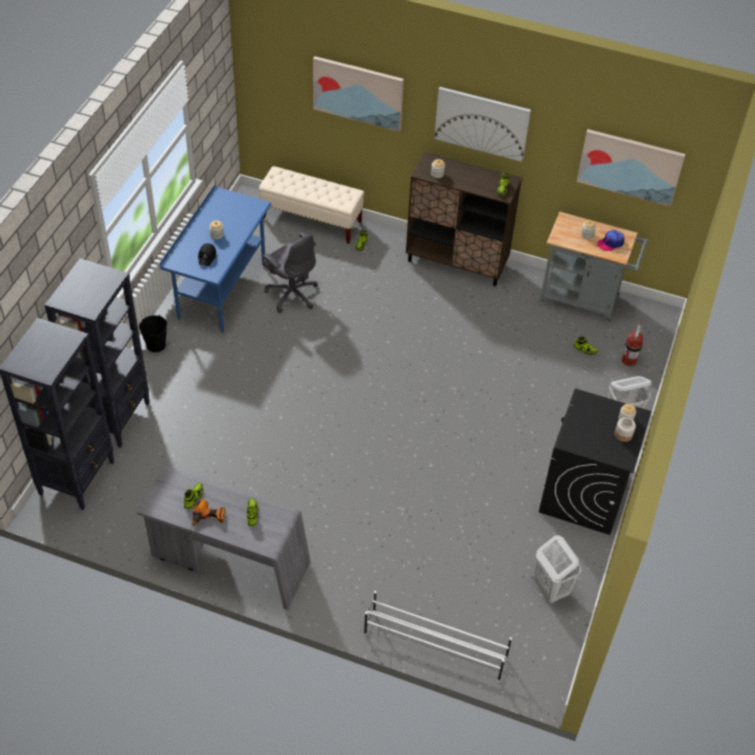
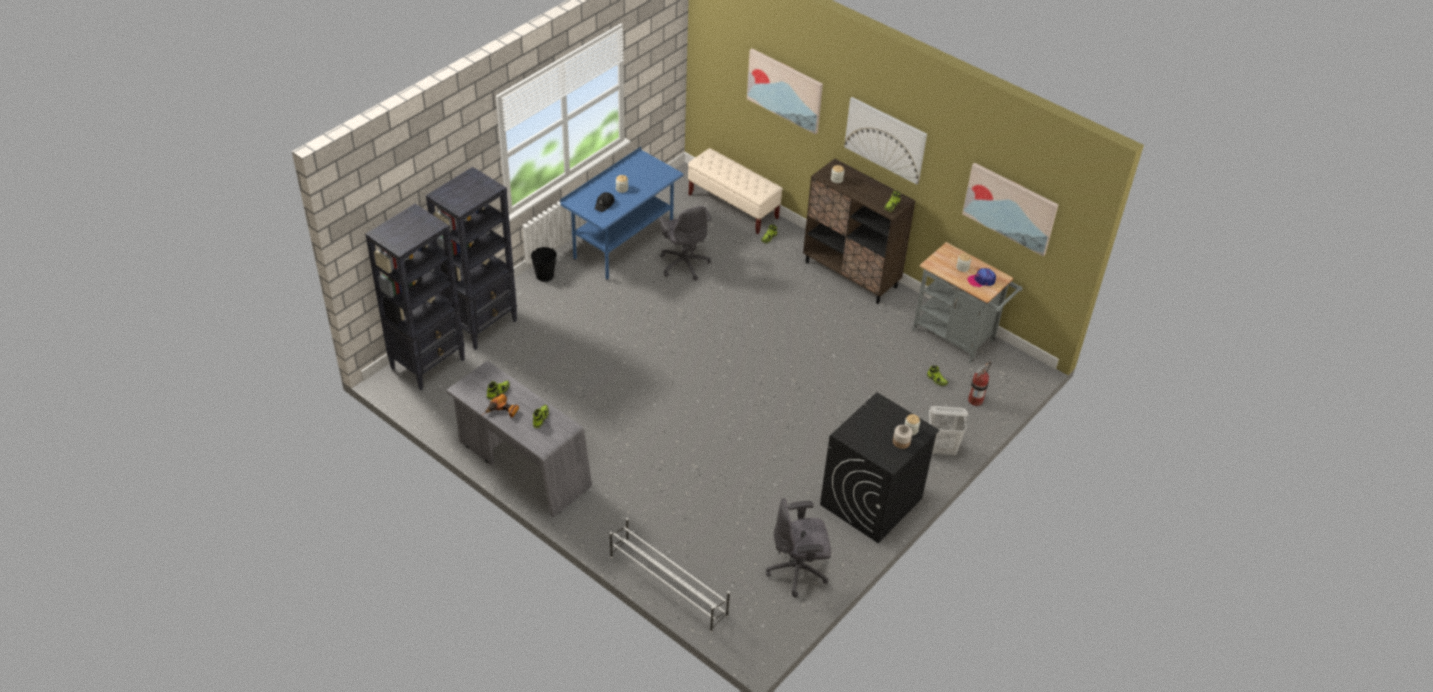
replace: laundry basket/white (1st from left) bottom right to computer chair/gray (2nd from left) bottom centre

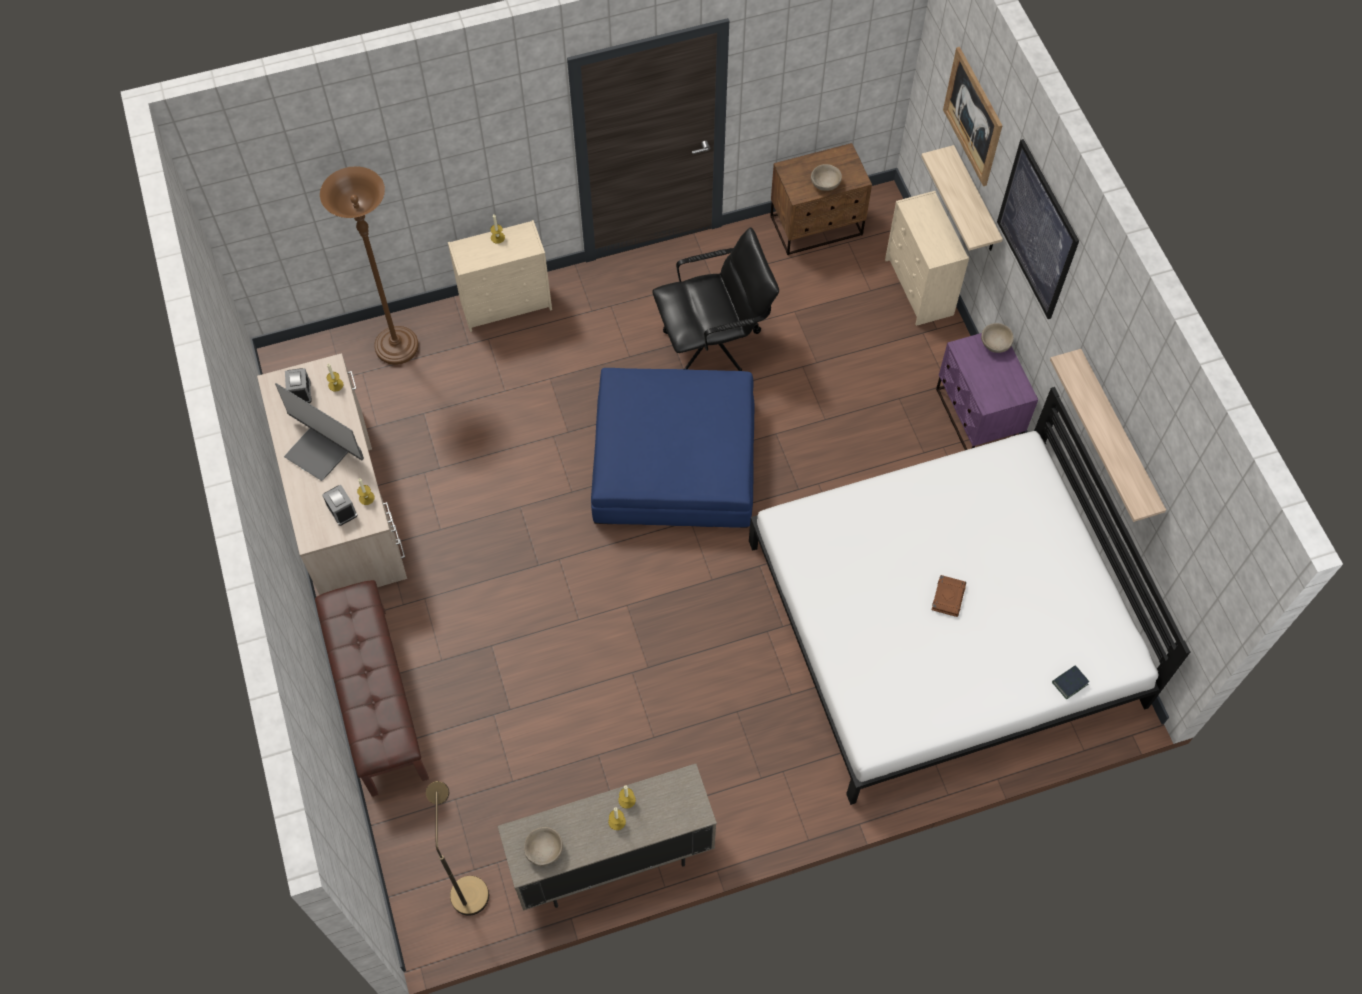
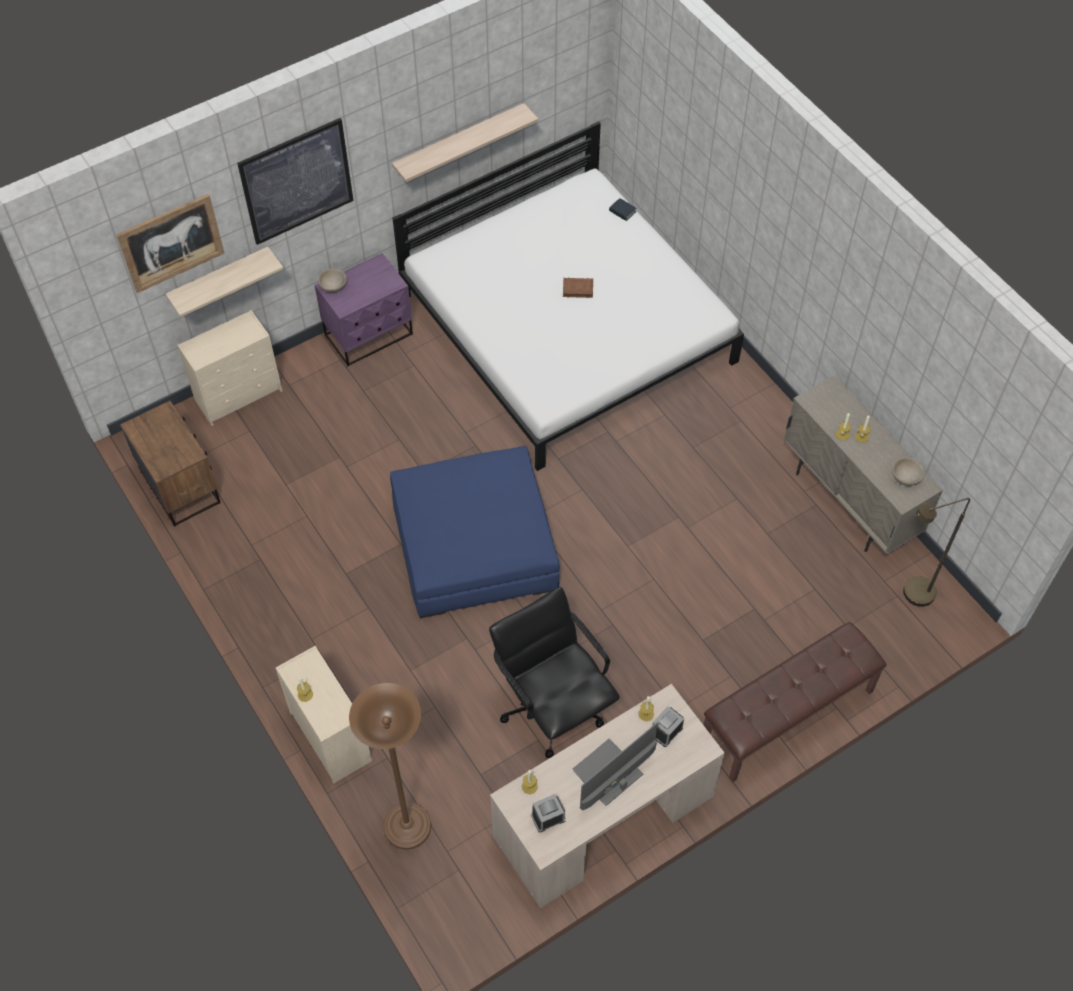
delete: serving bowl/beige-coloured (2nd from left) top centre
move: computer chair/black top centre to bottom centre
rotate: computer screen middle left = bottom centre 150 degrees counterclockwise

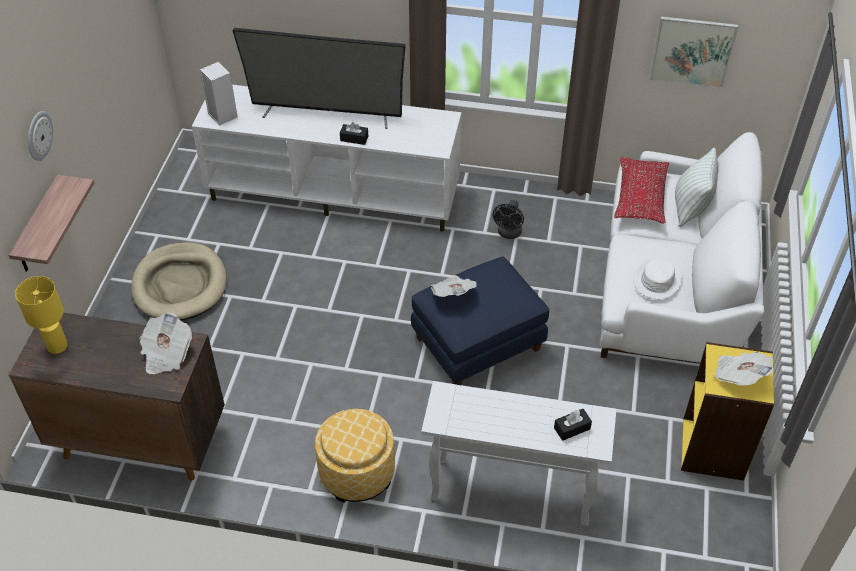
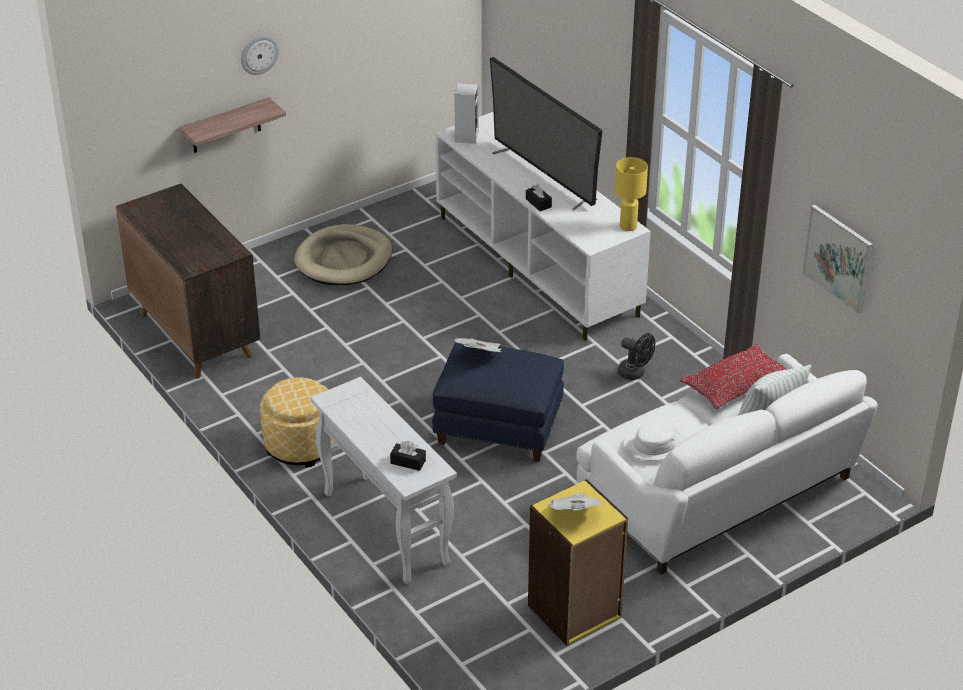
delete: daily paper (1st from left) middle left
move: table lamp/yellowish middle left to top centre
rotate: electric fan/black centre = centre 120 degrees counterclockwise

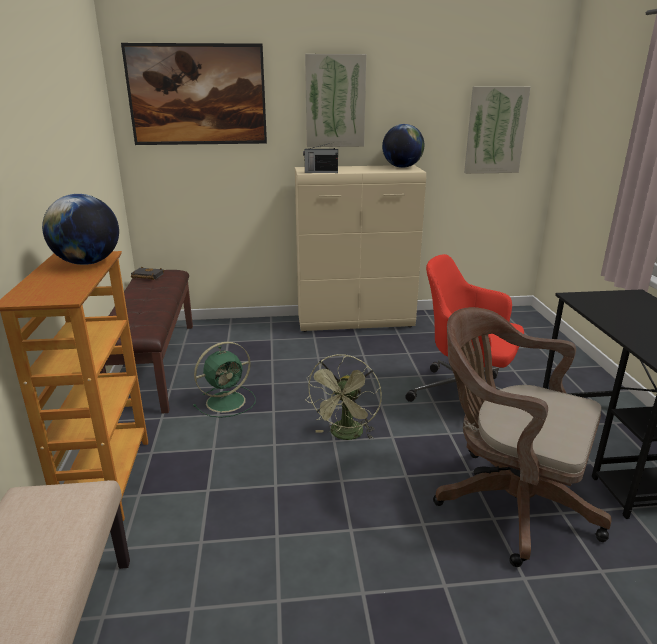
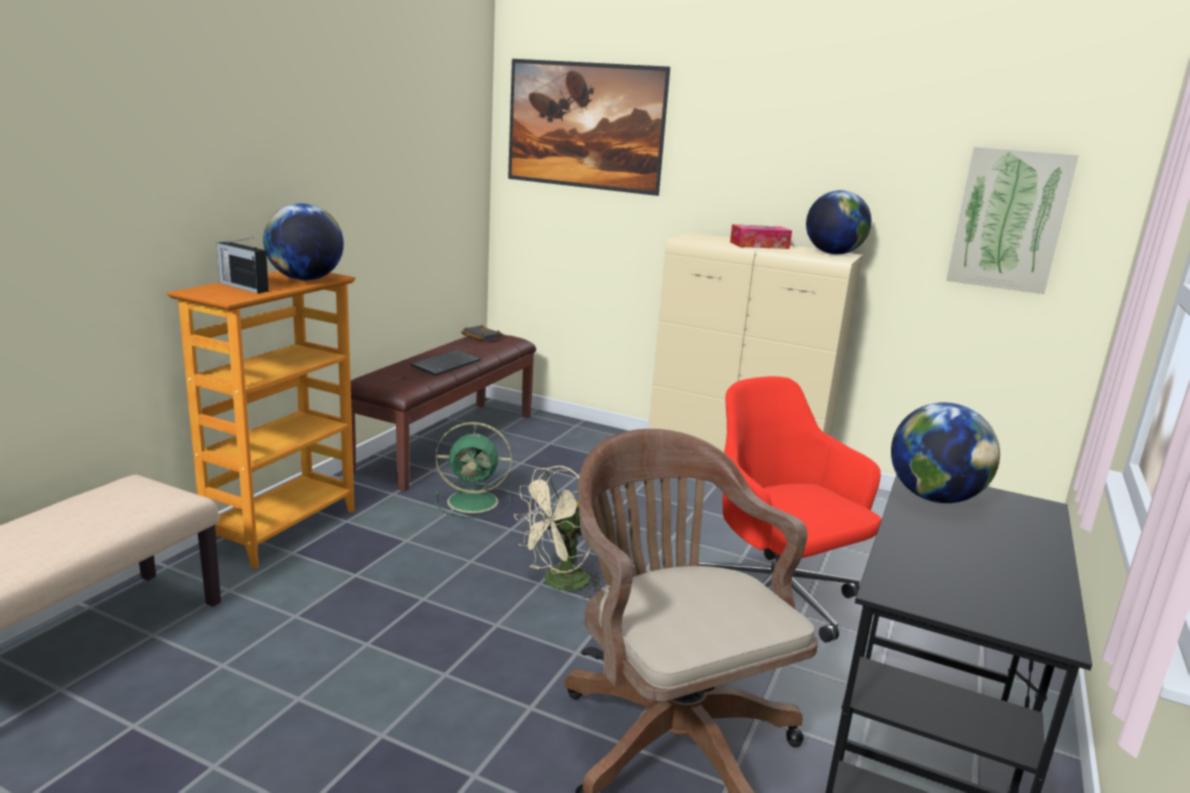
delete: picture (2nd from left) top centre
insert: tissue box top centre; computer keyboard centre; desk globe (3rd from left) middle right
move: radio set top centre to middle left
recolor: electric fan/greenish (2nd from left) centre to electric fan/beige-coloured bottom centre

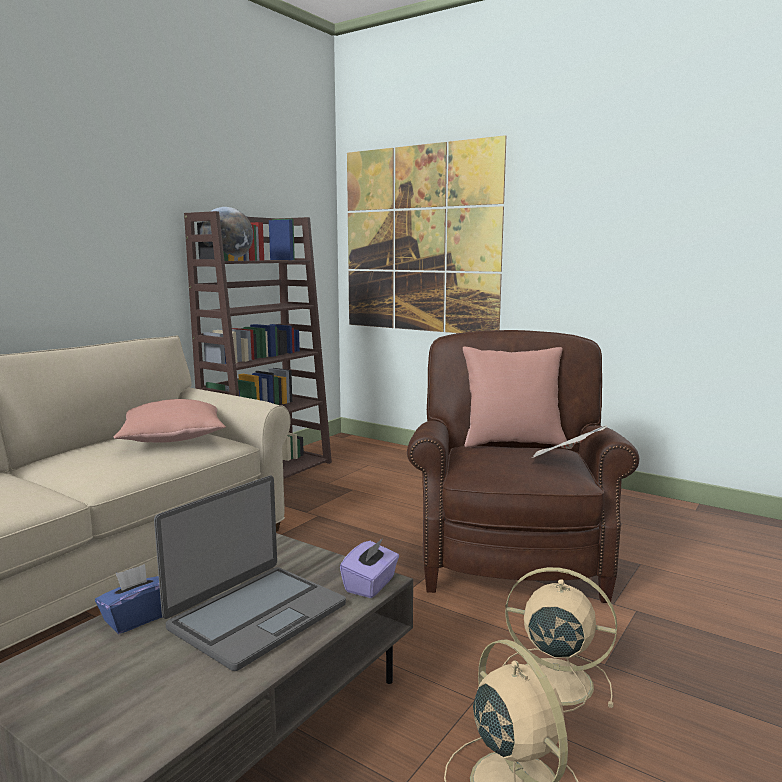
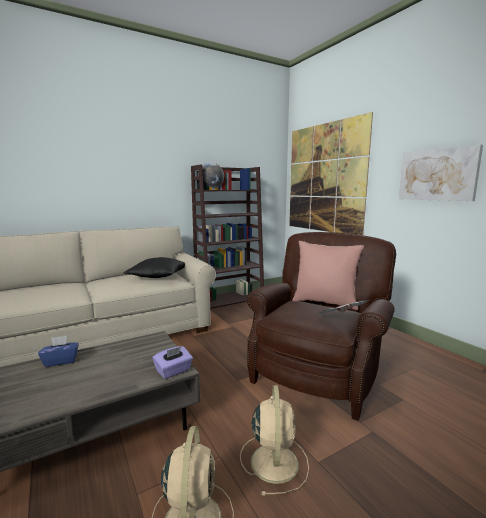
delete: portable computer bottom left
insert: picture (2nd from left) top right
recolor: cushion/pink-coloured (1st from left) middle left to cushion/black middle left
rotate: electric fan/beige-coloured (2nd from left) bottom right = bottom centre 45 degrees clockwise

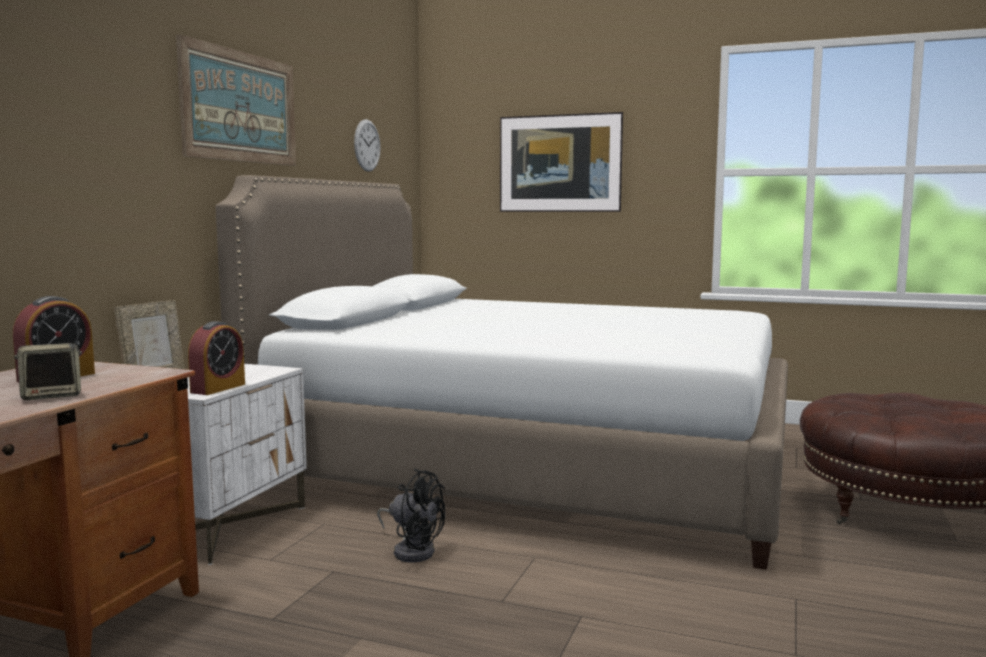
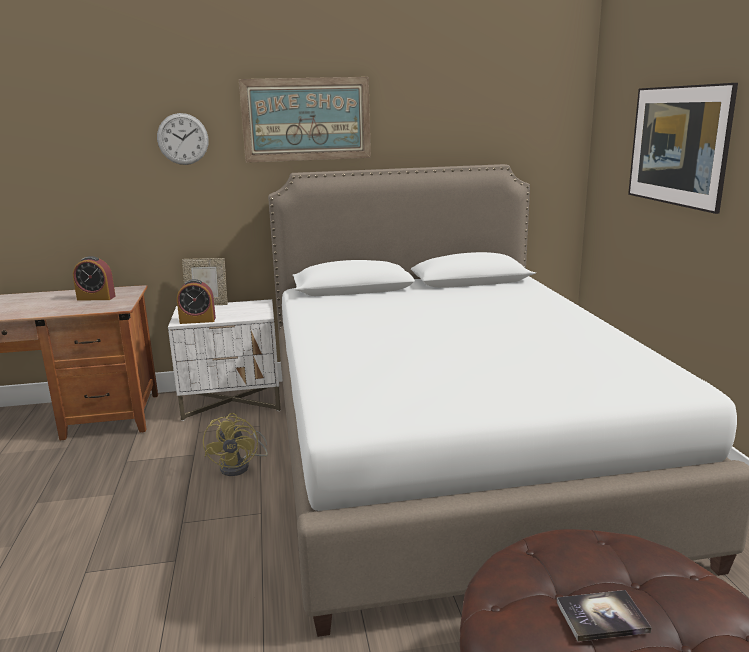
delete: loudspeaker middle left
insert: bound book bottom right
move: wall clock top centre to top left
recolor: electric fan/black bottom centre to electric fan/yellowish bottom left

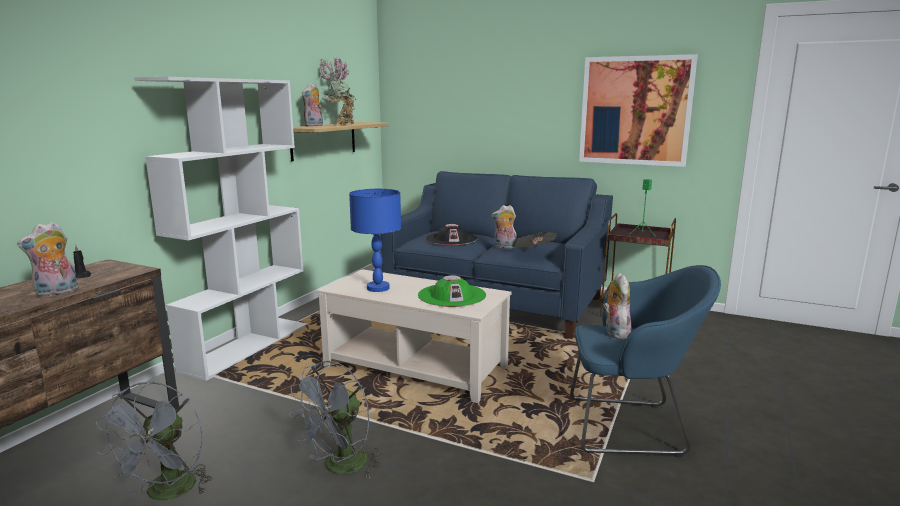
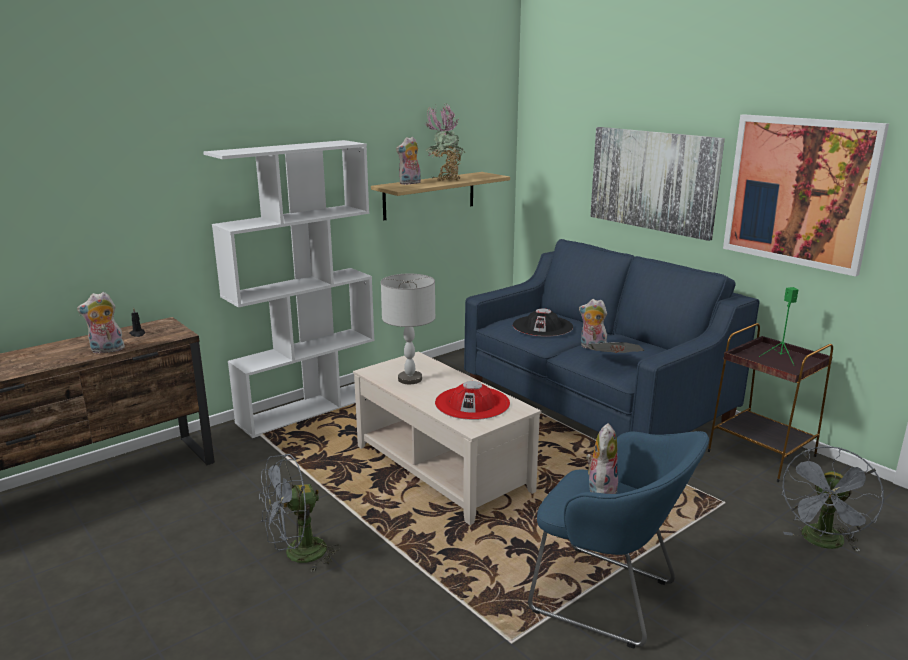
insert: picture (1st from left) top right
move: electric fan/gray (1st from left in the first image) bottom left to electric fan/gray (2nd from left) bottom right
recolor: table lamp/bluish centre to table lamp/gray centre; wearable hat/greenish centre to wearable hat/red-coloured centre

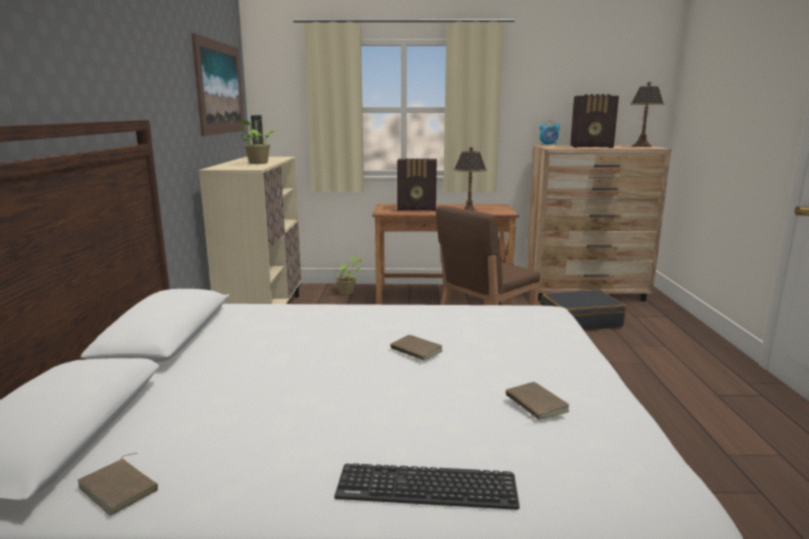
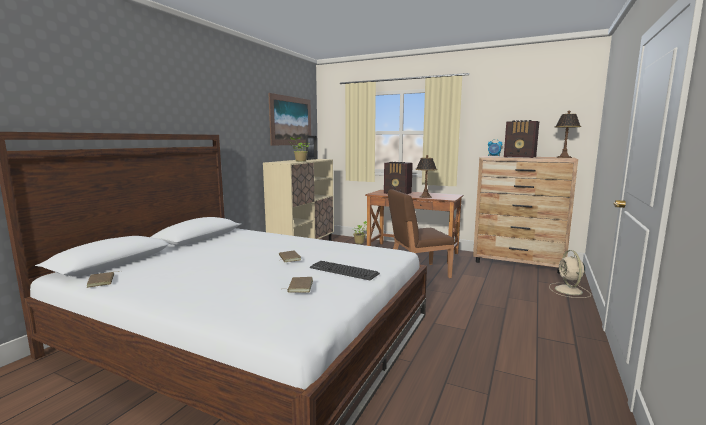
delete: suitcase/black middle right
insert: electric fan/beige-coloured middle right
move: computer keyboard bottom centre to centre

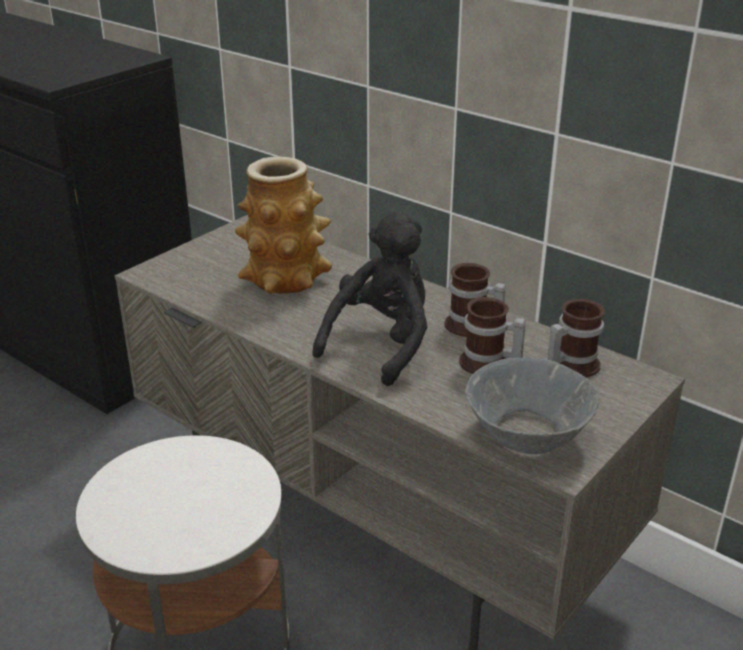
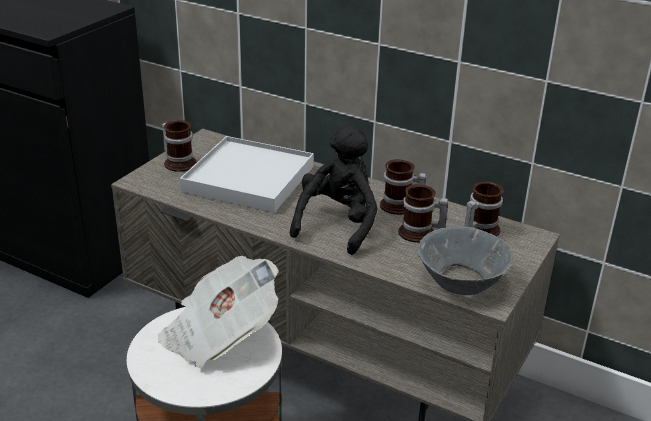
insert: mug (1st from left) middle left; daily paper bottom centre
replace: flower vase centre to tray/white centre

